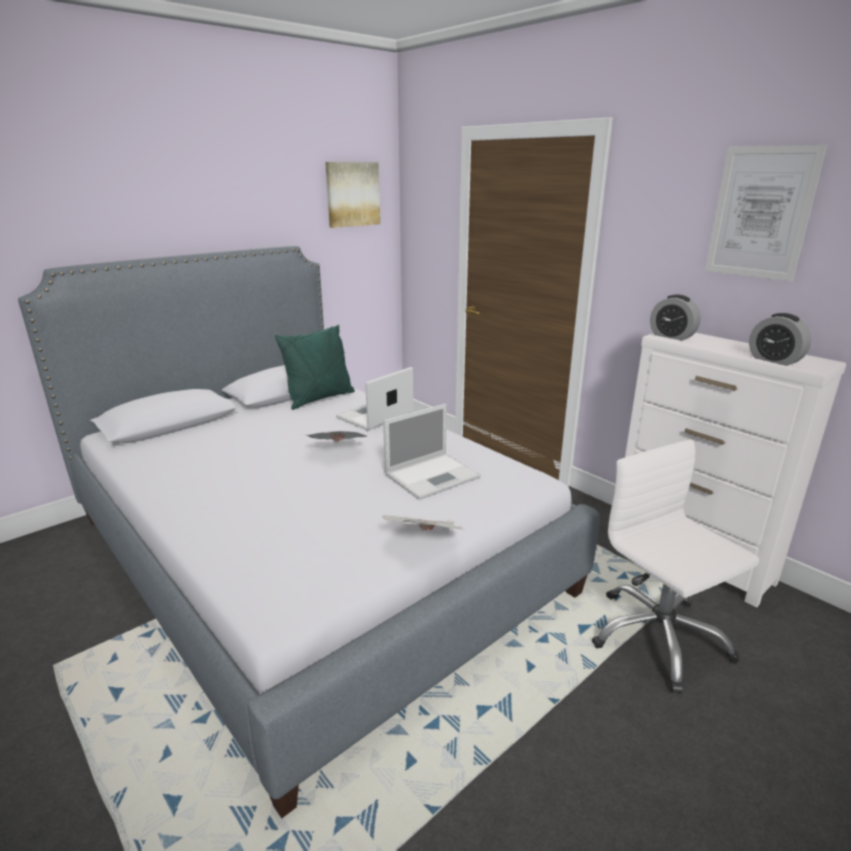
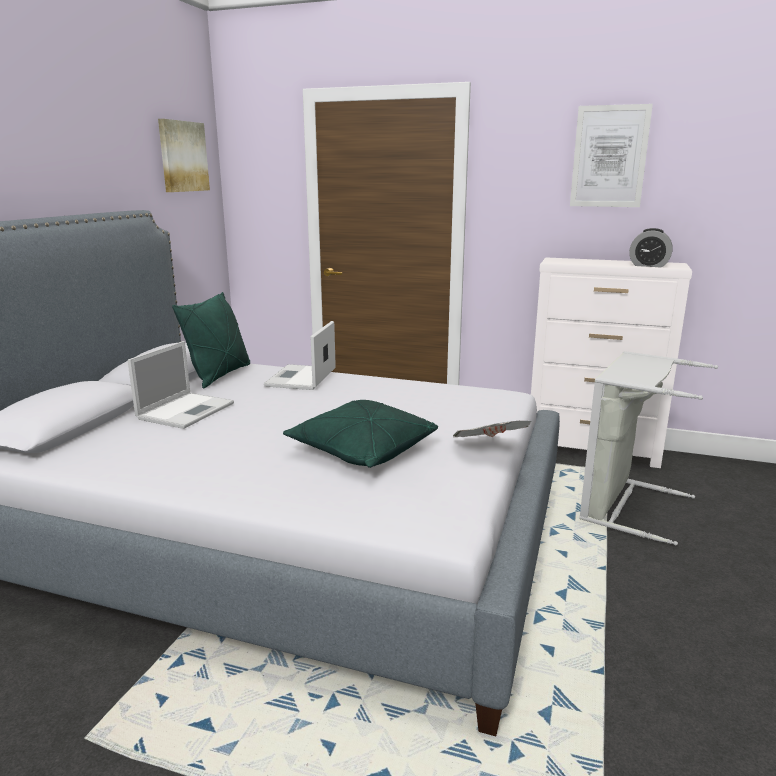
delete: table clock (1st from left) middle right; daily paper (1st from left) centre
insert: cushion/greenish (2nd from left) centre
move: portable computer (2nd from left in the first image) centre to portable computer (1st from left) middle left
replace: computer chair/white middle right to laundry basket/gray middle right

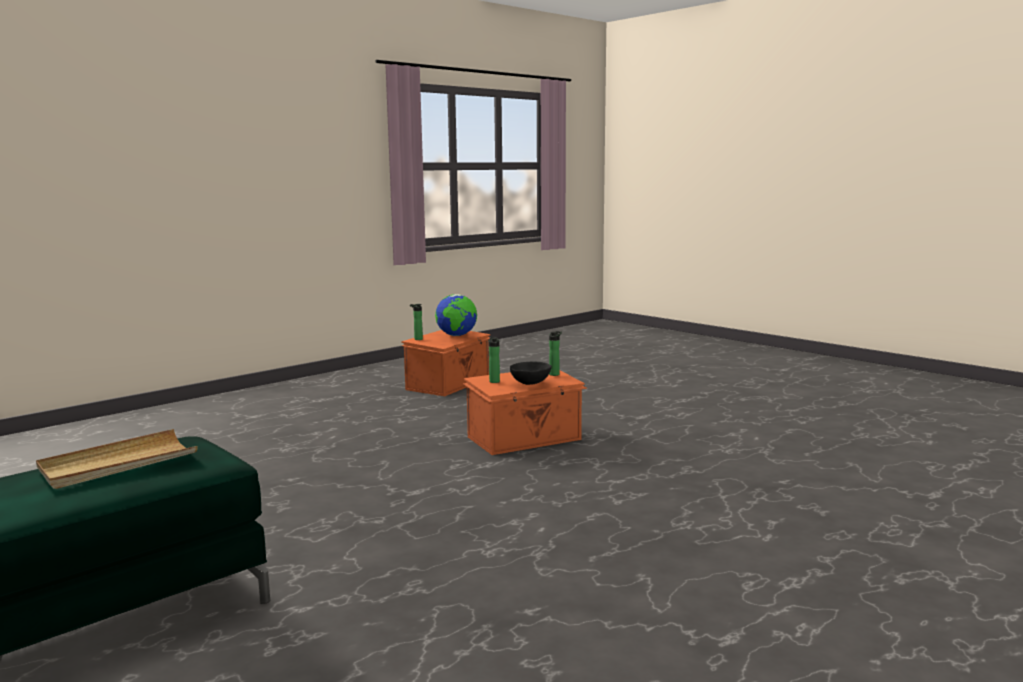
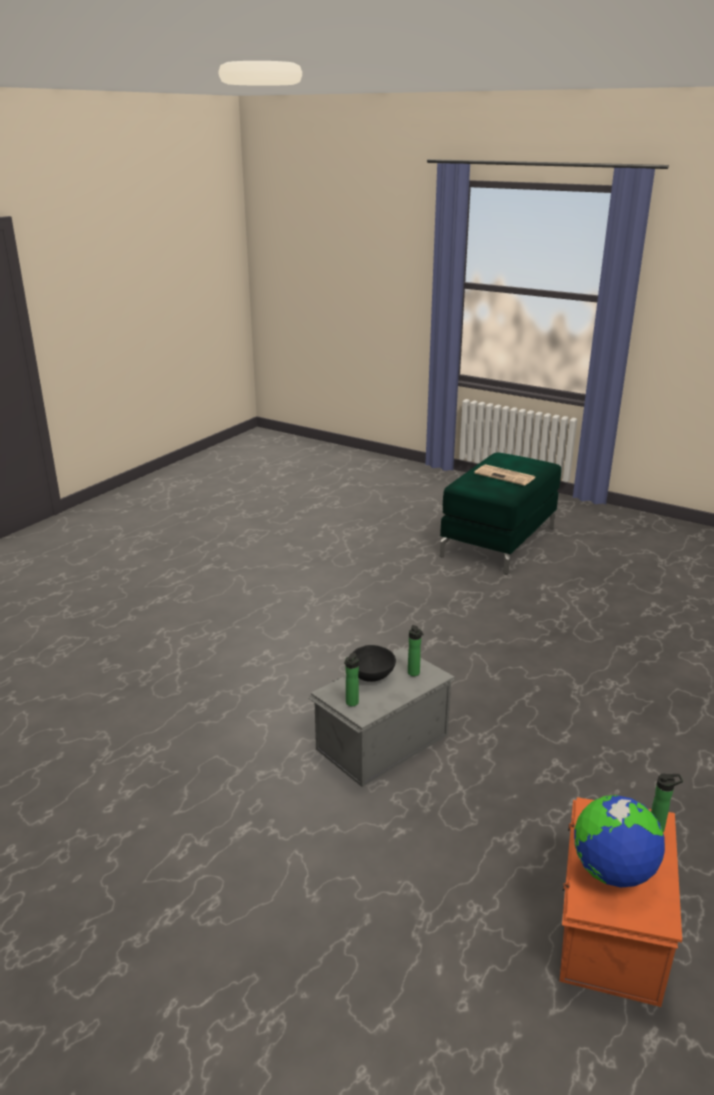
replace: tray/beige-coloured bottom left to daily paper middle right
recolor: storage box/orangey (2nd from left) centre to storage box/gray centre

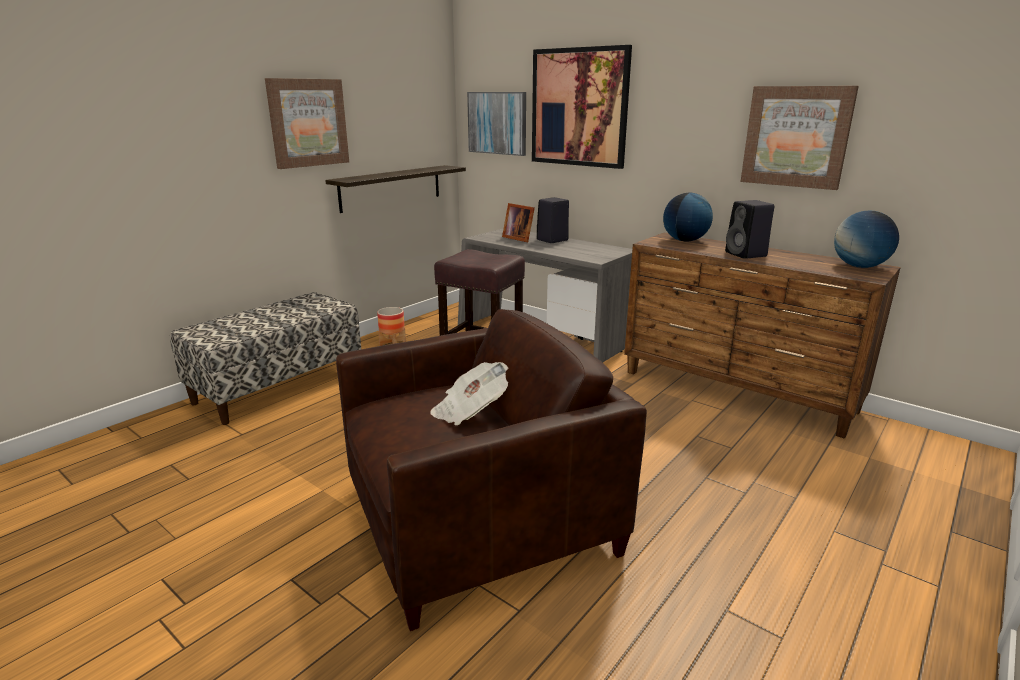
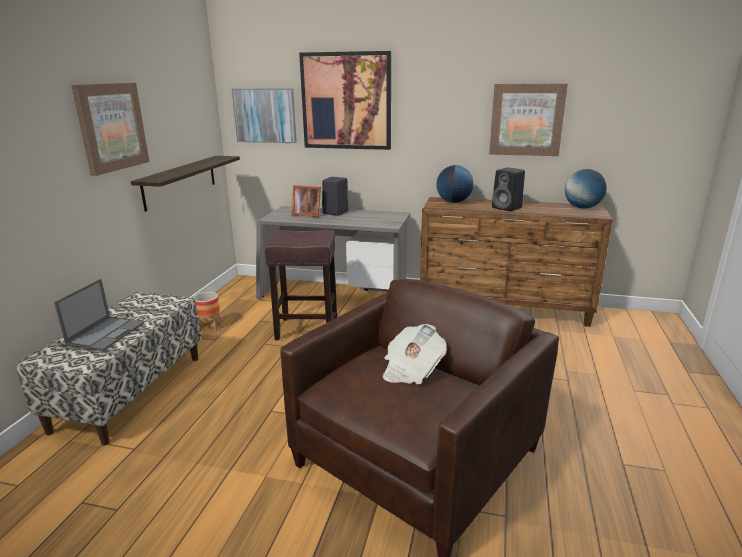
insert: portable computer middle left

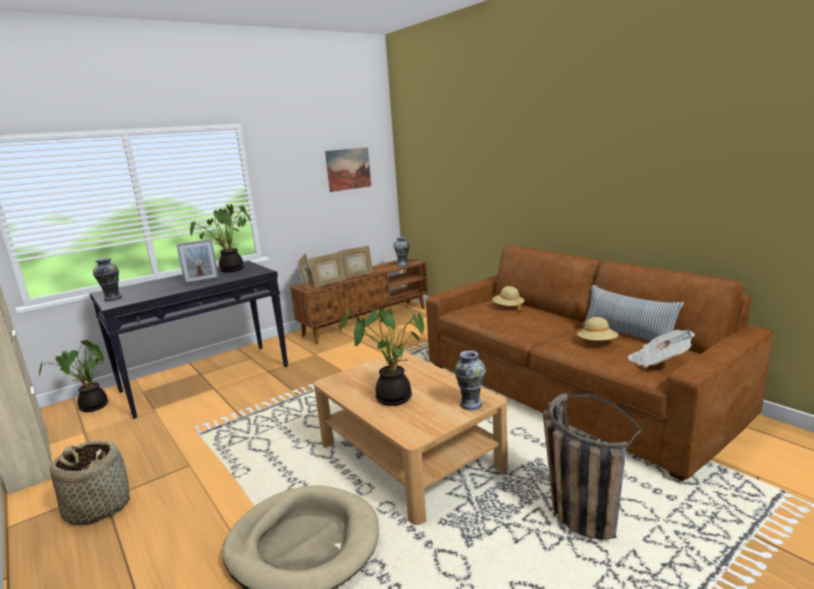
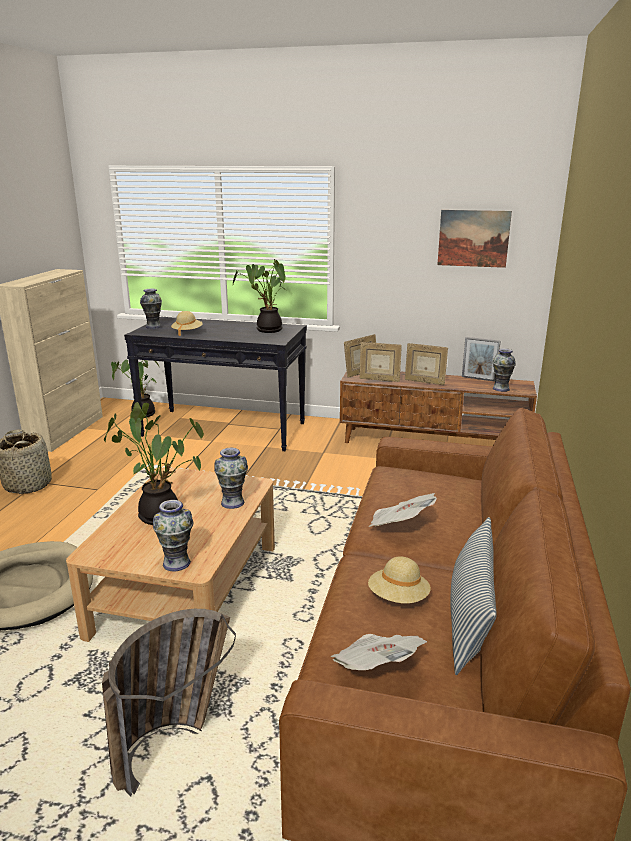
insert: flower vase (3rd from left) centre; daily paper (2nd from left) centre
move: standing frame (1st from left in the first image) middle left to standing frame (4th from left) middle right; wearable hat/beige-coloured (1st from left) centre to middle left

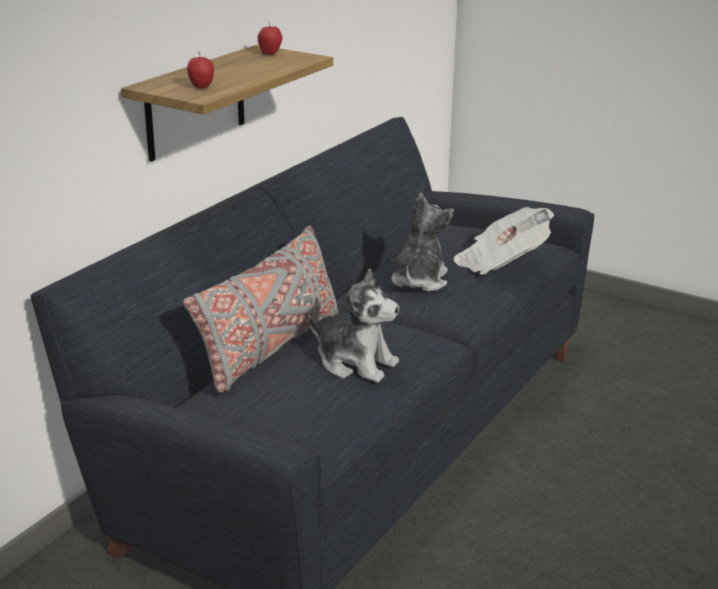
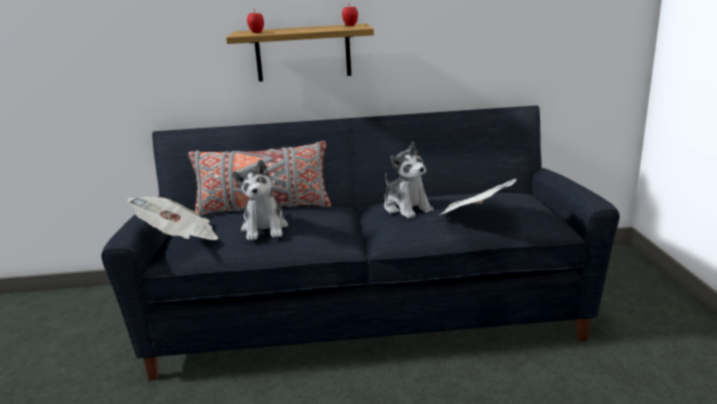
insert: daily paper (1st from left) middle left
rotate: plush toy (2nd from left) centre = centre 75 degrees clockwise

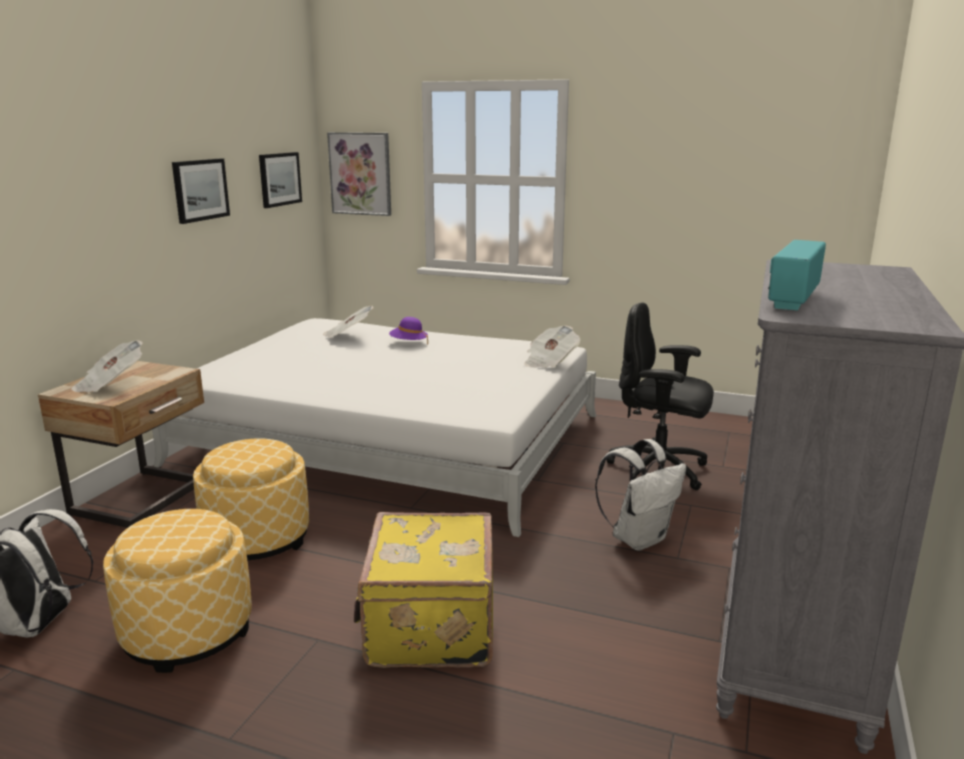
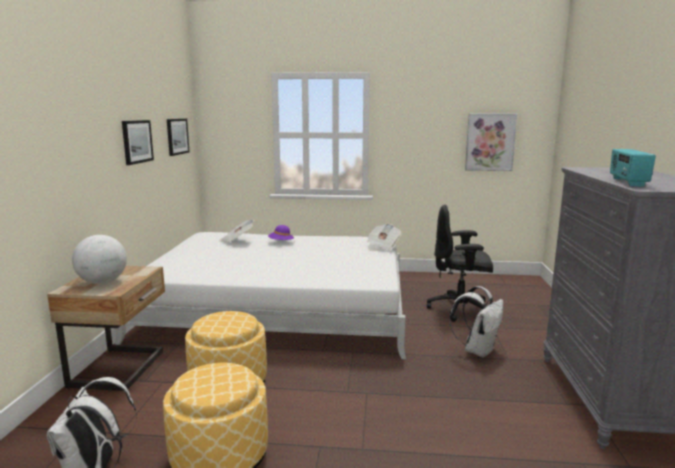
delete: suitcase/yellowish bottom centre
move: picture (3rd from left) top centre to top right
replace: daily paper (1st from left) middle left to desk globe middle left

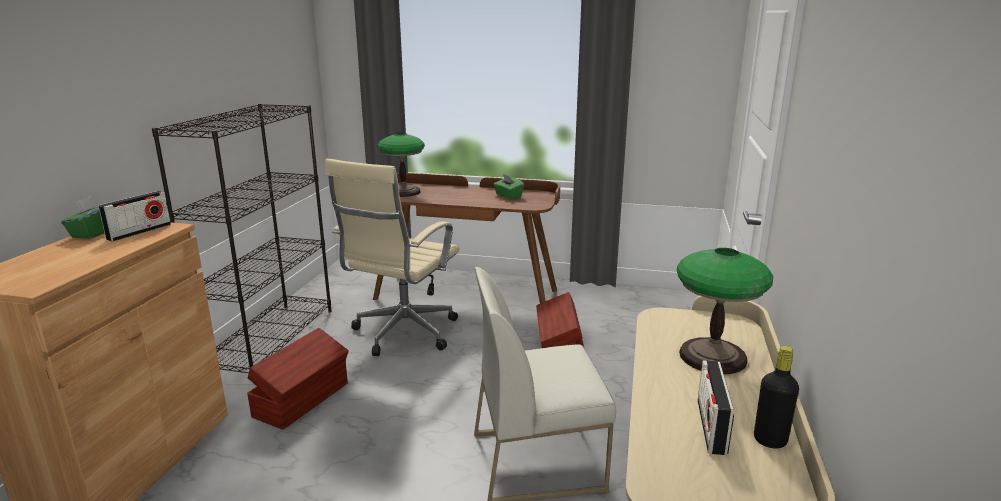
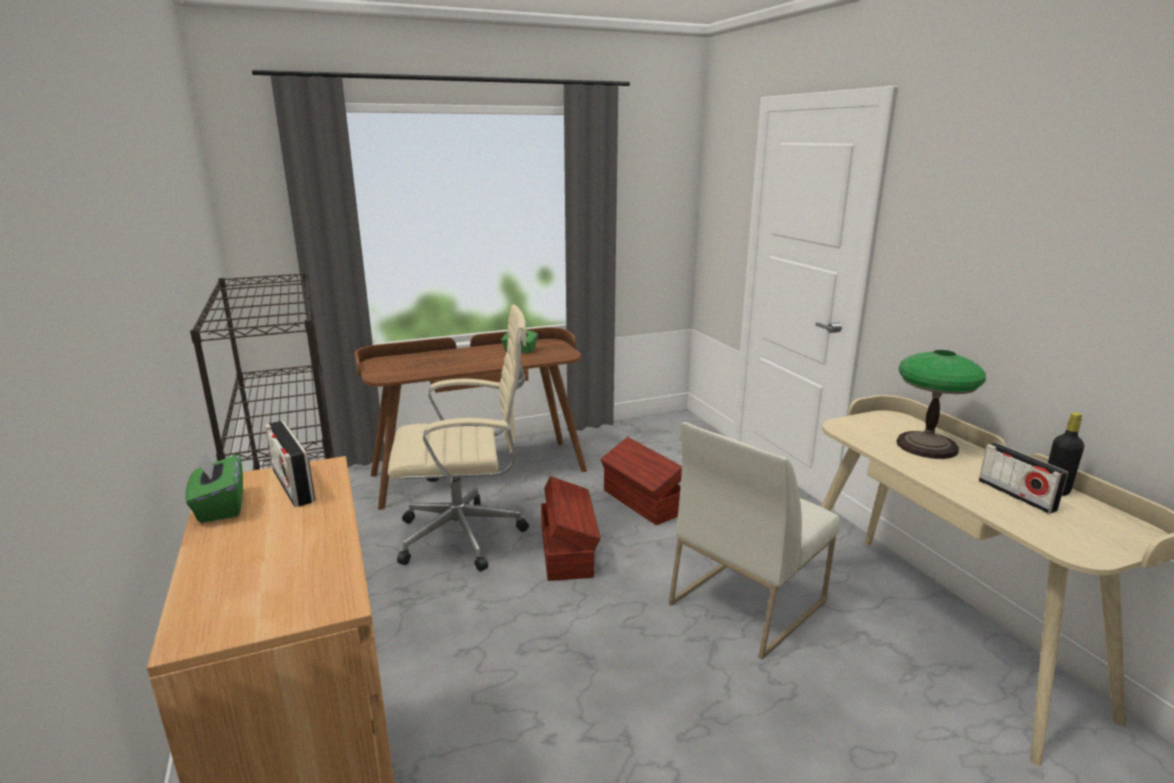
delete: table lamp (1st from left) top centre
move: storage box/brownish (1st from left) bottom left to bottom centre
rotate: computer chair/beige-coloured centre = centre 90 degrees counterclockwise; radio set (1st from left) middle left = middle left 150 degrees clockwise

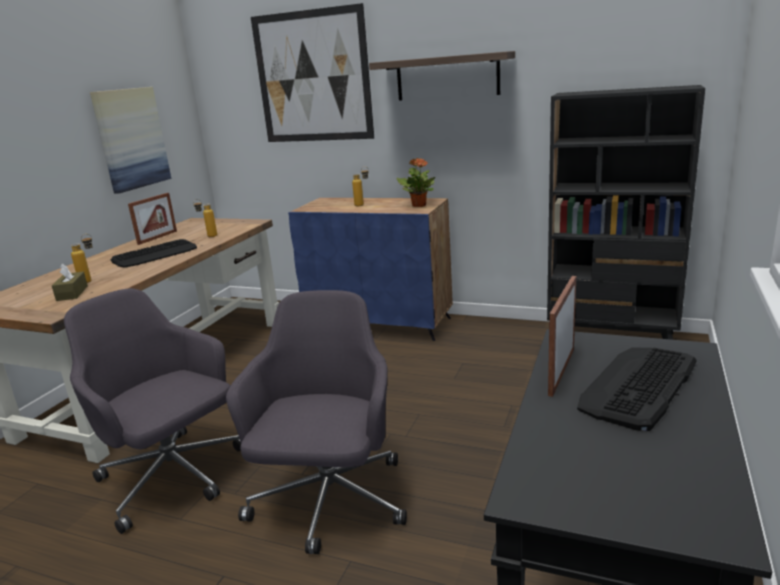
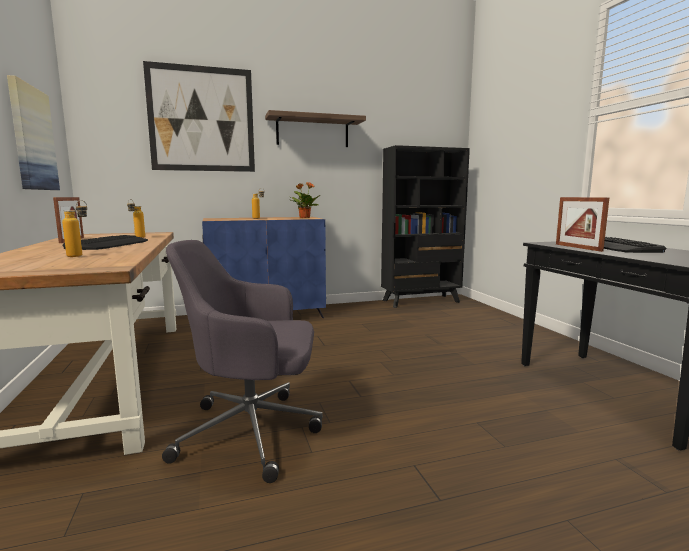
delete: tissue box/brownish middle left; computer chair/gray (2nd from left) bottom centre

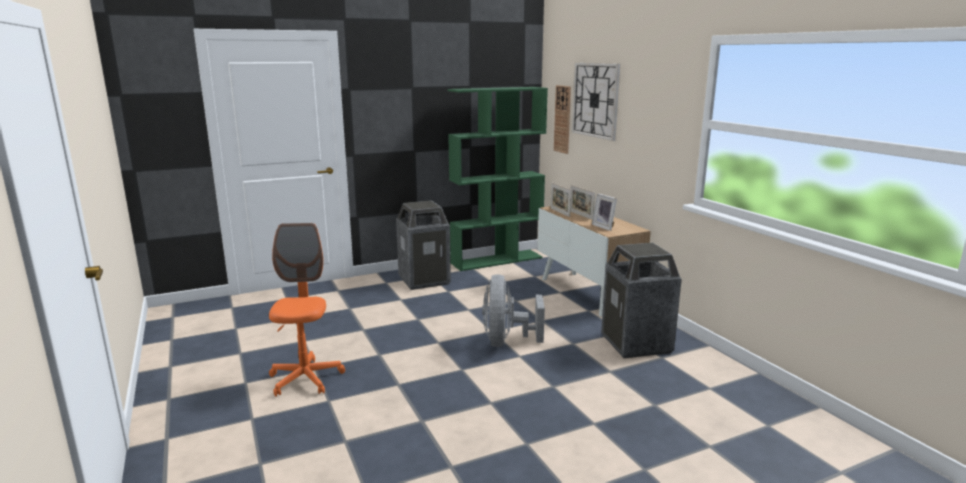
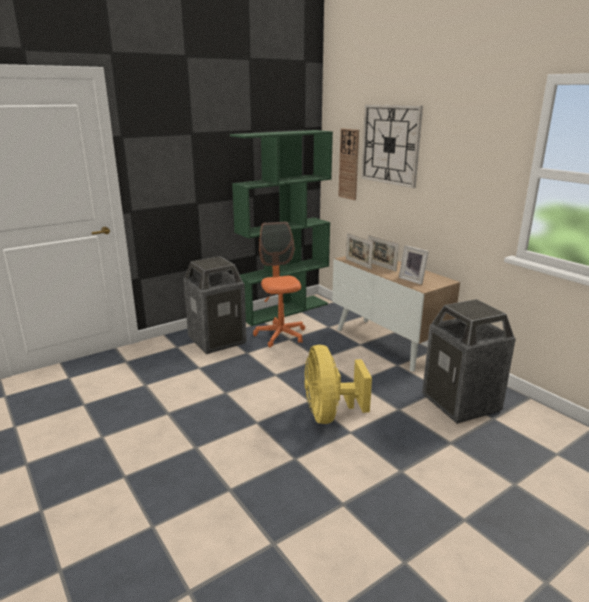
move: computer chair/orangey middle left to centre
recolor: electric fan/gray centre to electric fan/yellowish centre

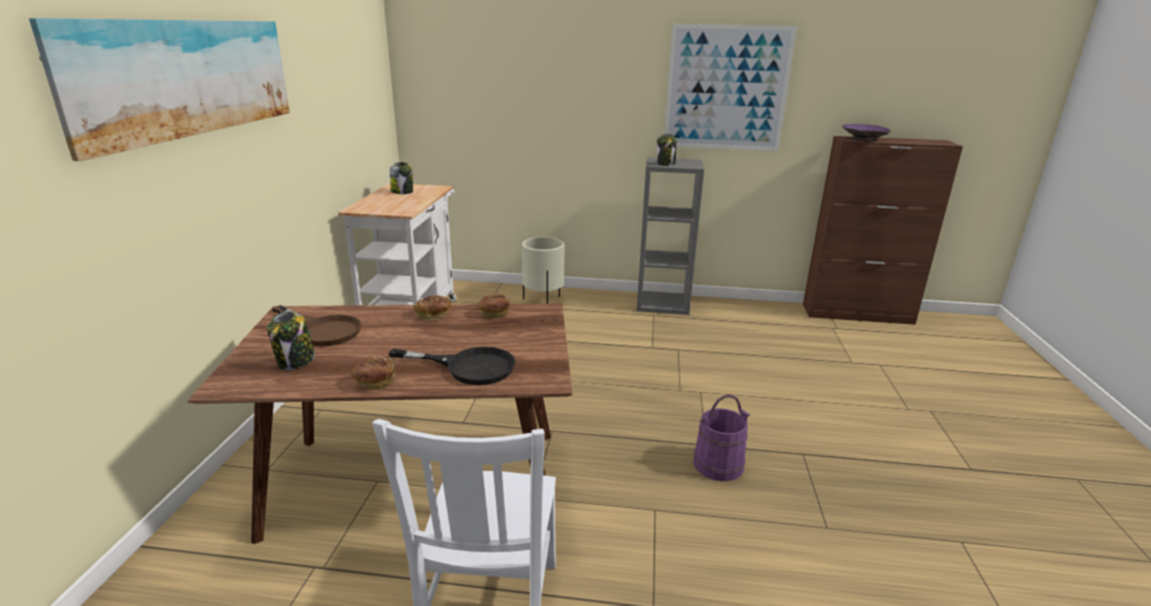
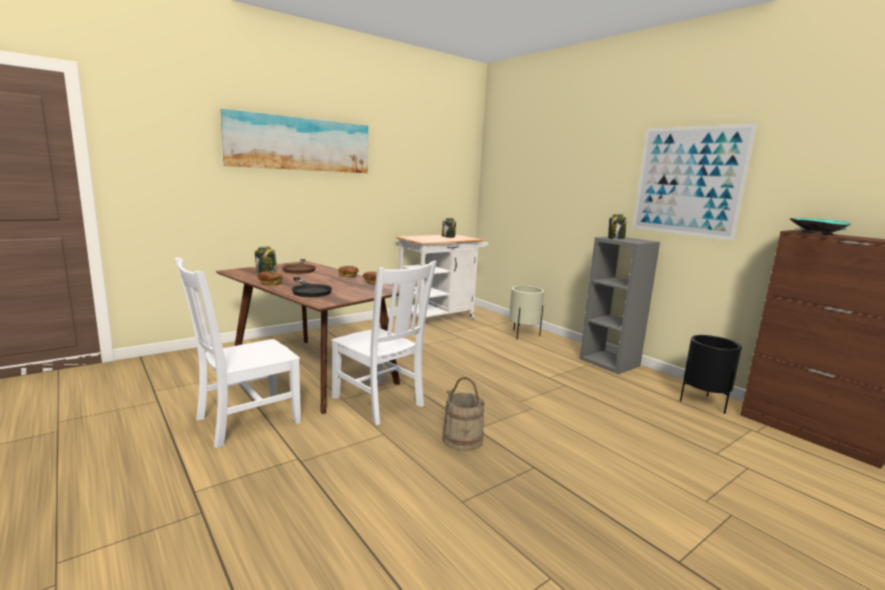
insert: plain chair/white (2nd from left) centre; planter/black middle right
recolor: serving bowl/purple top right to serving bowl/blue-green middle right; bucket/purple bottom centre to bucket/beige-coloured bottom centre

